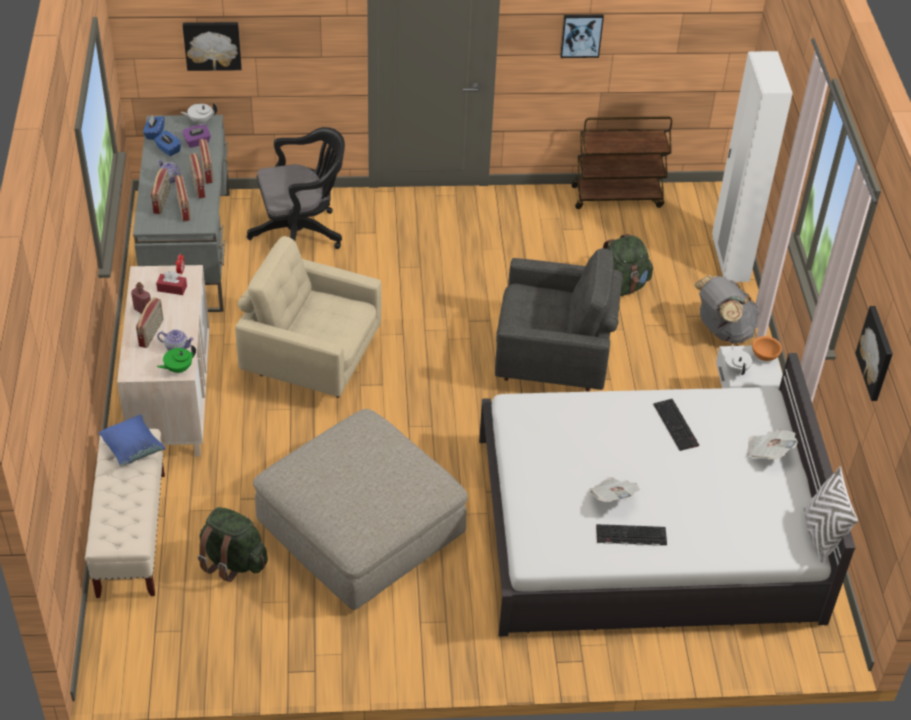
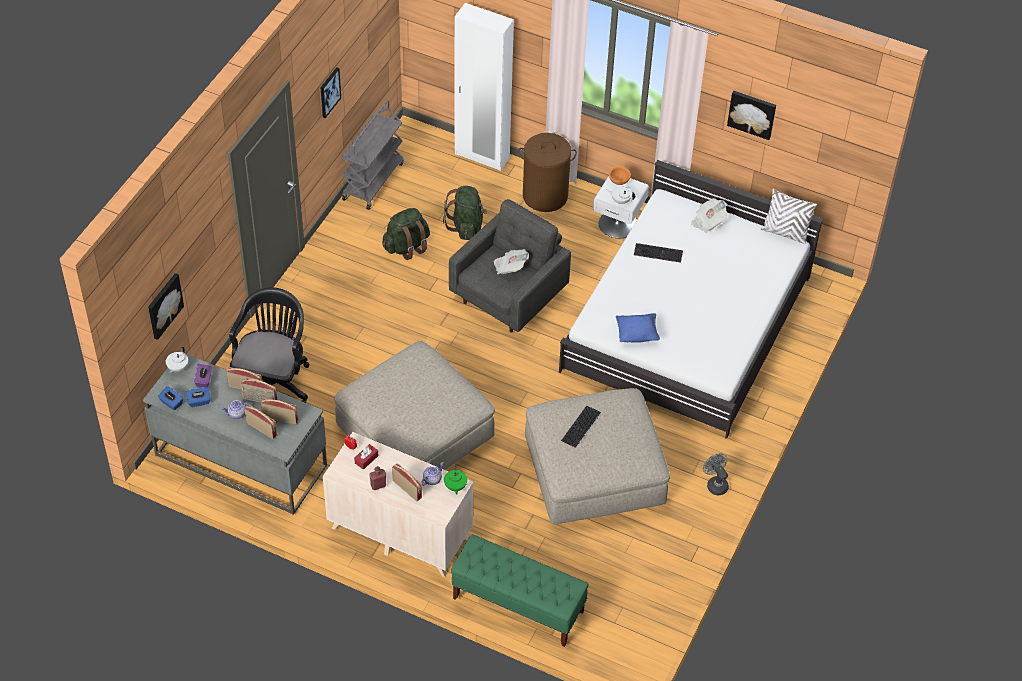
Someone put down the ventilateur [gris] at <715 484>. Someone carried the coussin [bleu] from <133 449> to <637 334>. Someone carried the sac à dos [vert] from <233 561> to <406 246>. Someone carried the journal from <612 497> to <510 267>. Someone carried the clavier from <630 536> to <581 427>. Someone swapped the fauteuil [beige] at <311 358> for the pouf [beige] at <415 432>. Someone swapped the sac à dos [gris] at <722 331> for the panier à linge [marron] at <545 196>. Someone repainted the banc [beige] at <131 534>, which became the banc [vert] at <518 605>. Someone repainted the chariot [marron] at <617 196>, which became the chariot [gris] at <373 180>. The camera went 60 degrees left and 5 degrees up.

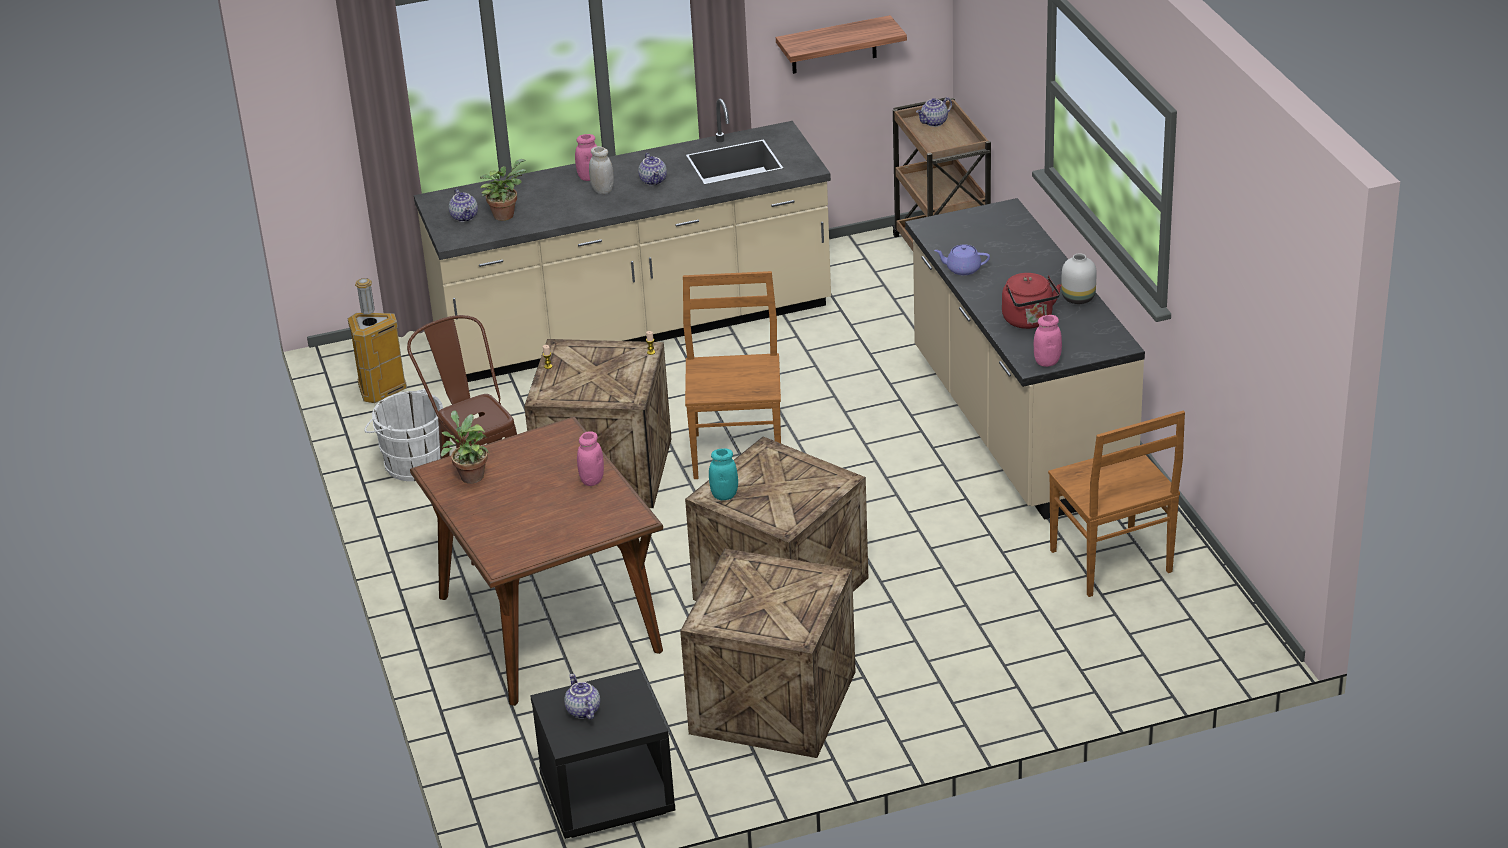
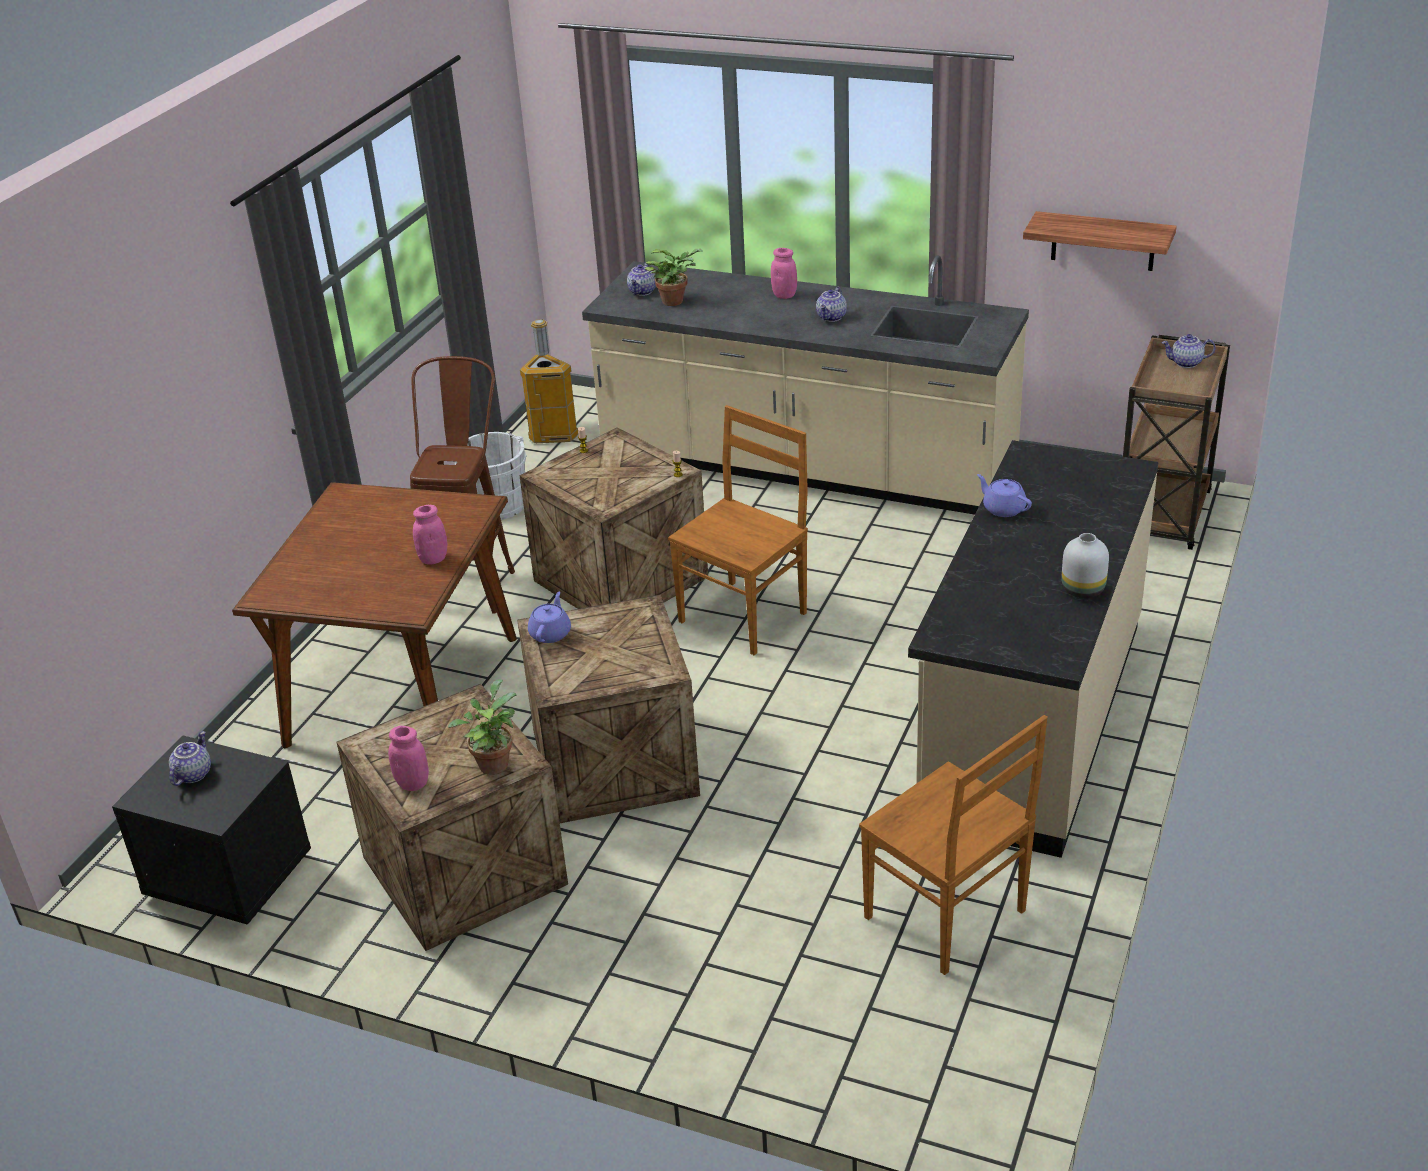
Someone took away the bocal [blanc] at <602 190>. Someone took away the bouilloire [rouge] at <1029 321>. Someone carried the plante en pot from <469 475> to <493 762>. Someone carried the bocal [rose] from <1047 362> to <413 783>. Someone swapped the bocal [turquoise] at <724 495> for the théière [violet] at <551 633>. Someone rotated the chaise [marron] at <1112 563> by 60 degrees counterclockwise. The camera went 40 degrees right and 0 degrees up.

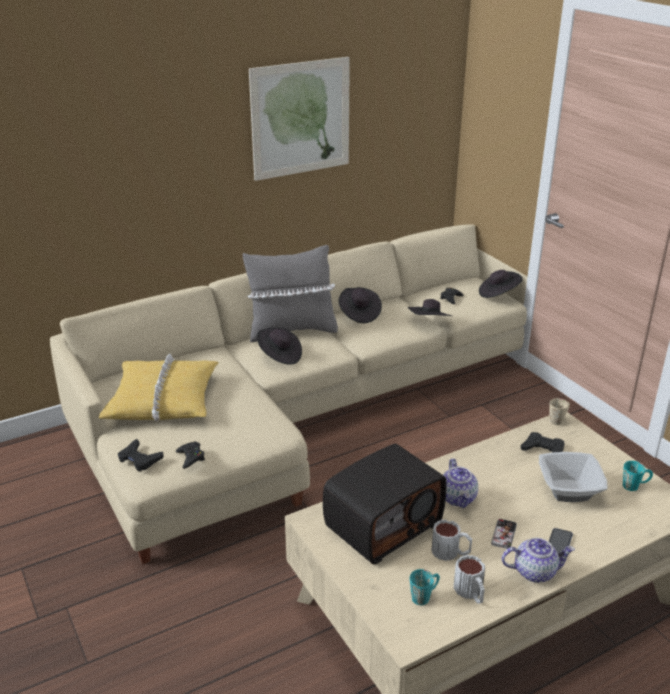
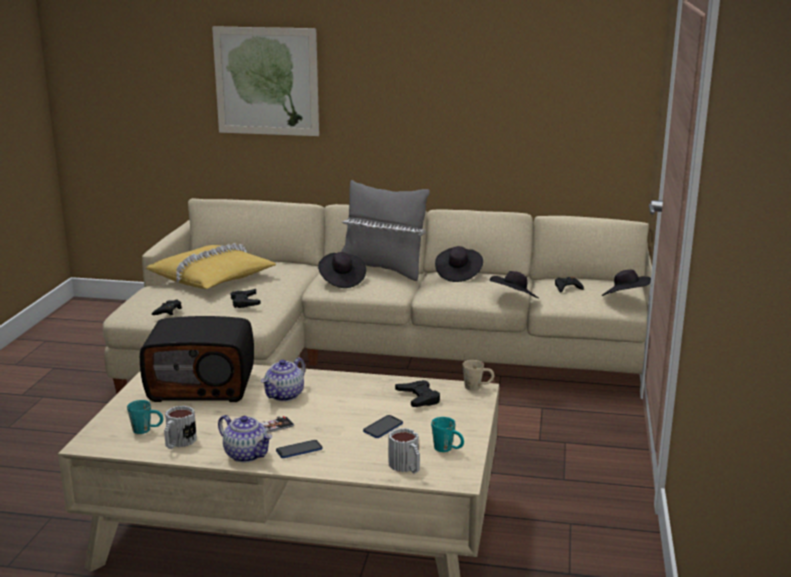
Someone carried the manette [noir] from <139 459> to <245 302>. Someone carried the tableau from <301 118> to <266 81>. Someone carried the mug from <451 552> to <407 467>. Someone swapped the bol at <569 490> for the téléphone at <383 428>. The camera went 40 degrees right and 10 degrees down.

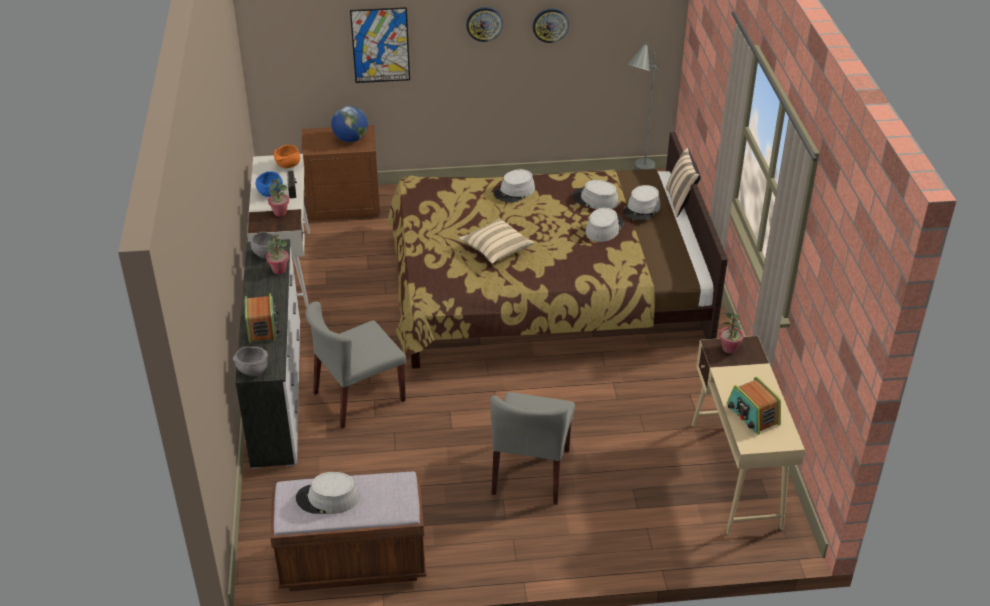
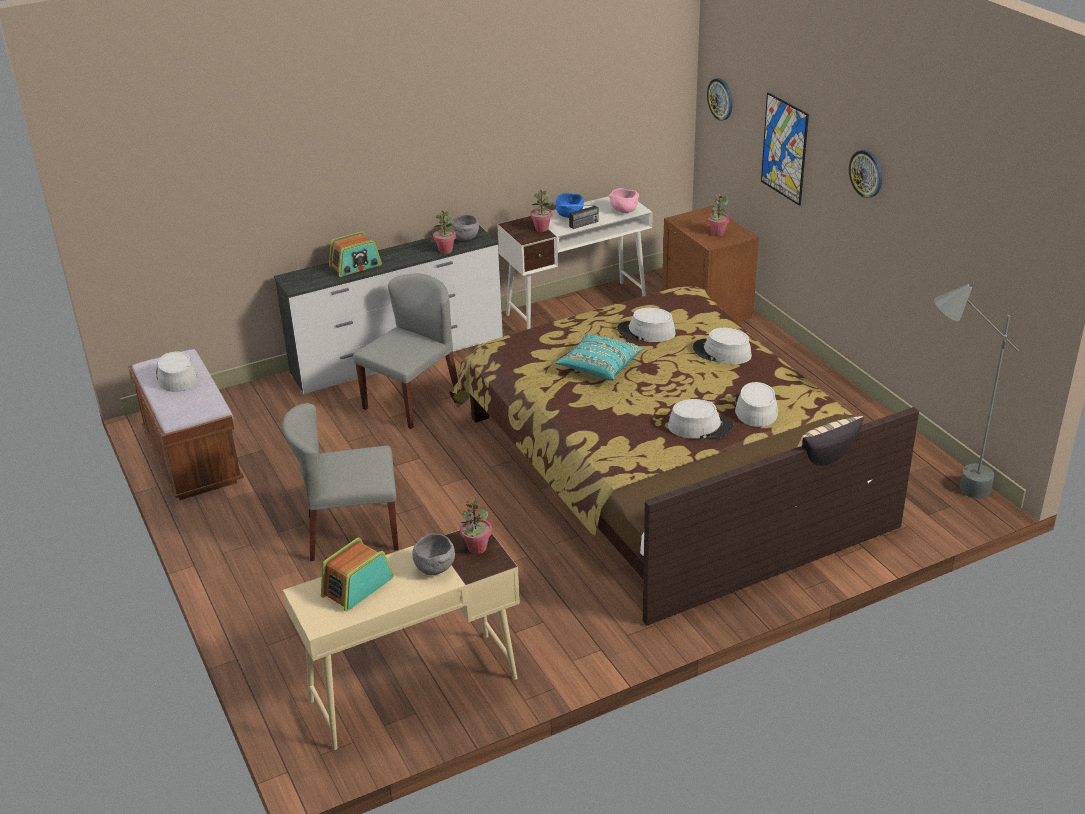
Someone carried the bol [gris] from <252 371> to <434 568>. Someone carried the horloge murale from <550 25> to <720 99>. Someone carried the chapeau [gris] from <641 209> to <646 332>. Someone swapped the globe at <350 139> for the plante en pot at <717 233>. Someone repainted the bol [orange] at <288 166>, which became the bol [rose] at <623 211>. Someone repainted the coussin [beige] at <496 250>, which became the coussin [turquoise] at <599 367>. Someone rotated the chaise [gris] at <358 397> by 90 degrees clockwise. The camera went 70 degrees right and 5 degrees down.

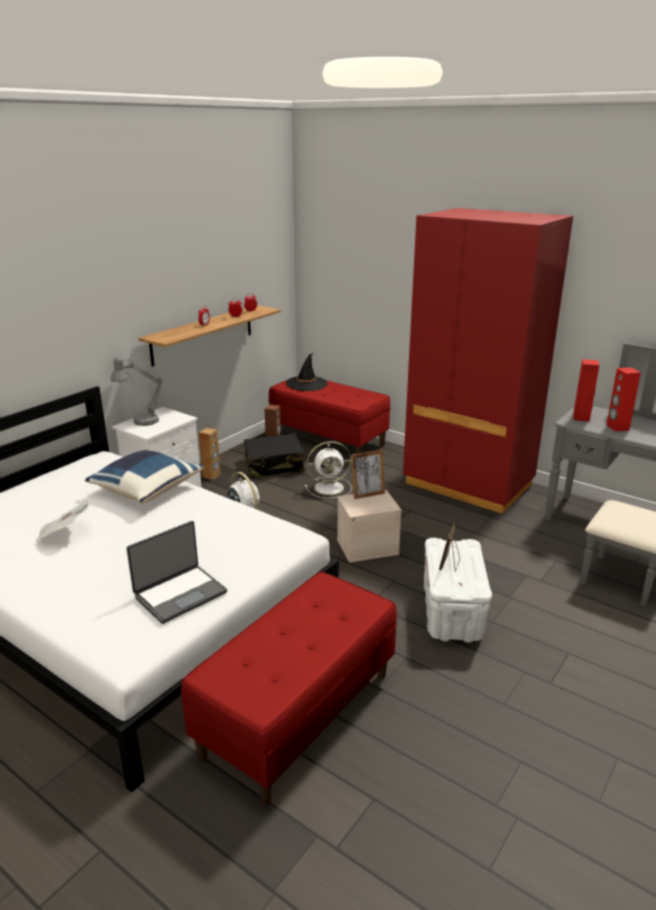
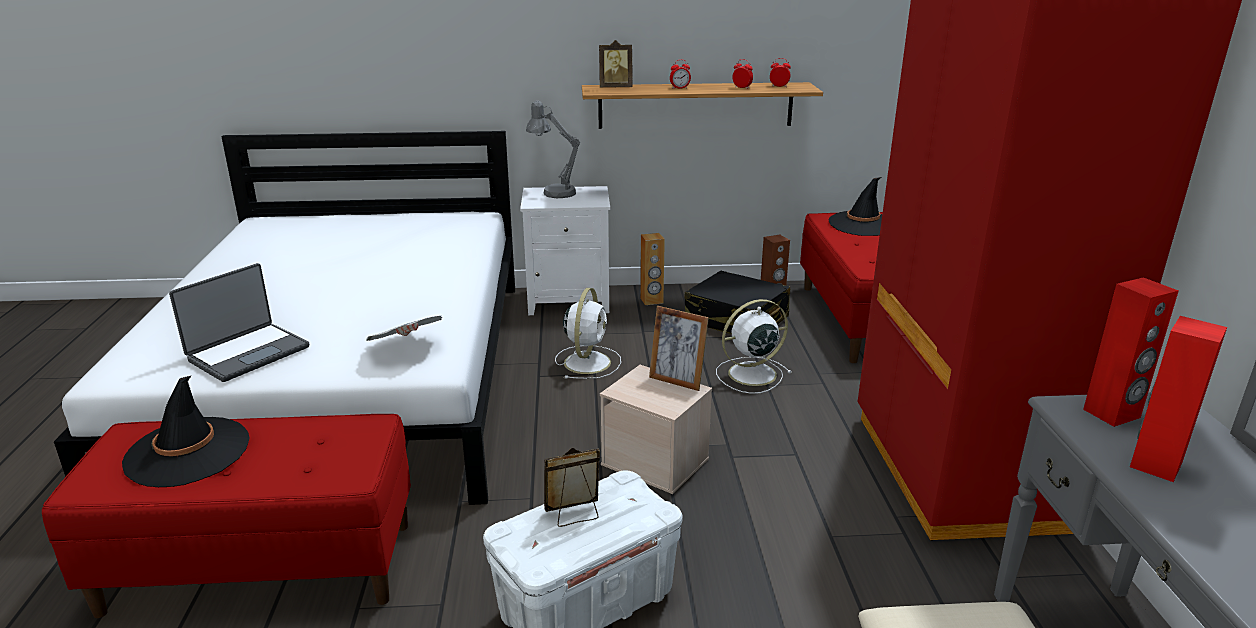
Someone took away the coussin [bleu] at <146 490>. Someone put down the chapeau [noir] at <187 452>. Someone put down the cadre photo at <615 88>. Someone carried the journal from <64 533> to <406 348>. Someone rotated the ordinateur portable at <180 594> by 60 degrees counterclockwise. Someone rotated the ventilateur [blanc] at <330 488> by 120 degrees clockwise. The camera went 50 degrees right and 0 degrees up.

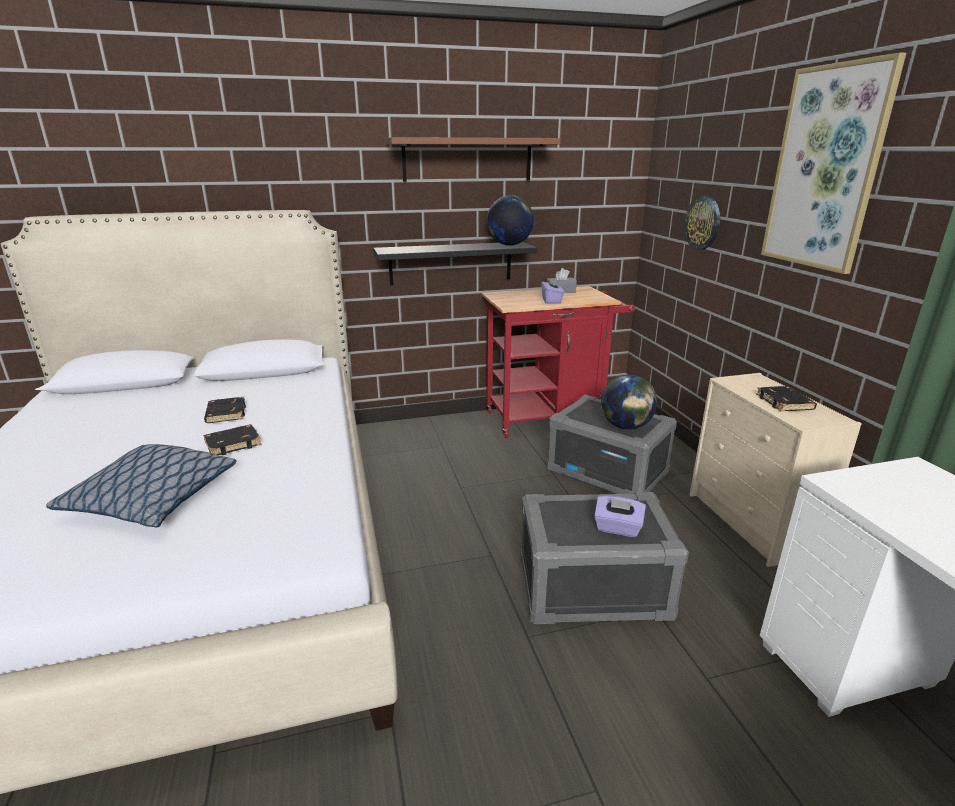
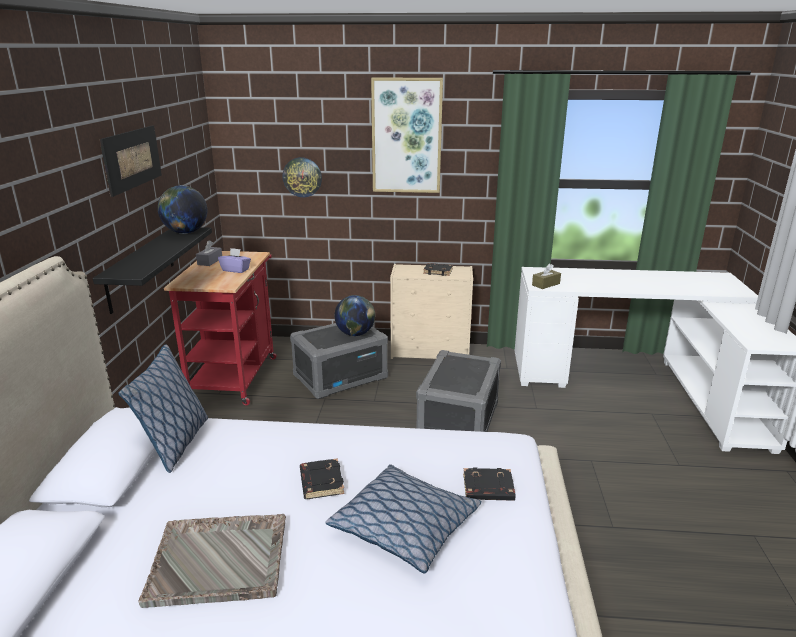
Someone took away the boîte à mouchoirs [violet] at <617 528>. Someone put down the coussin at <175 444>. Someone put down the plateau [gris] at <220 560>. Someone put down the boîte à mouchoirs [marron] at <546 284>. Someone carried the livre [noir] from <225 413> to <487 489>. Someone swapped the étagère [marron] at <467 159> for the tableau at <132 159>. The camera went 70 degrees left and 0 degrees up.

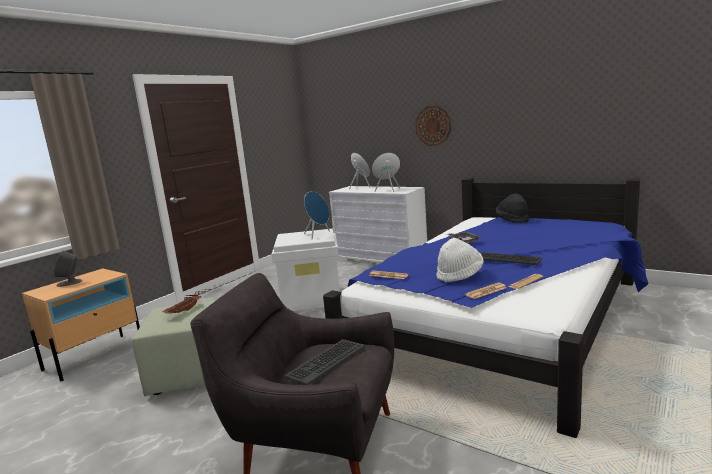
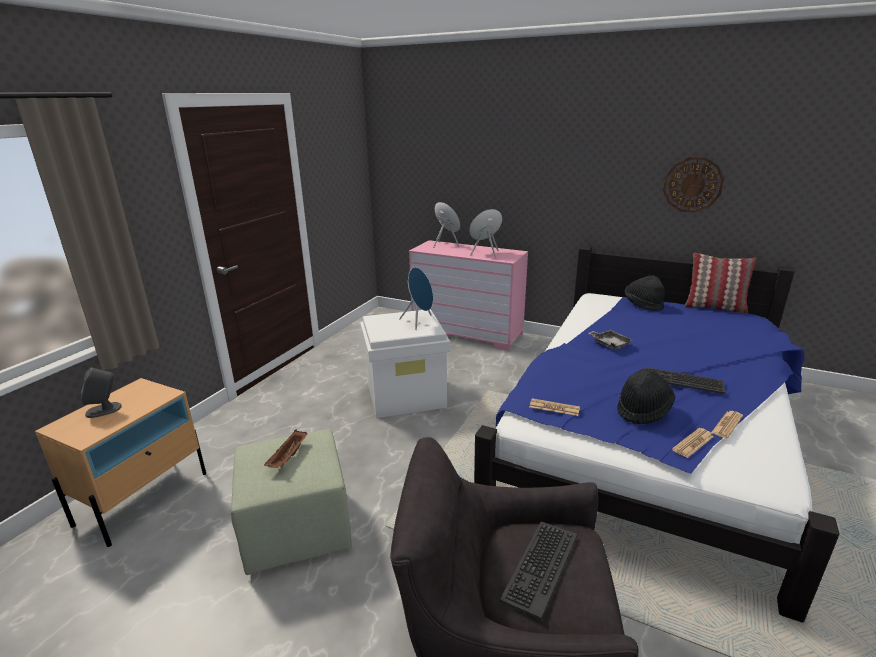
Someone put down the coussin at <714 307>. Someone carried the horloge murale from <433 125> to <692 185>. Someone repainted the commode [blanc] at <381 260>, which became the commode [rose] at <467 332>. Someone repainted the chapeau [blanc] at <459 275>, which became the chapeau [noir] at <643 410>. The camera went 10 degrees left and 10 degrees up.

